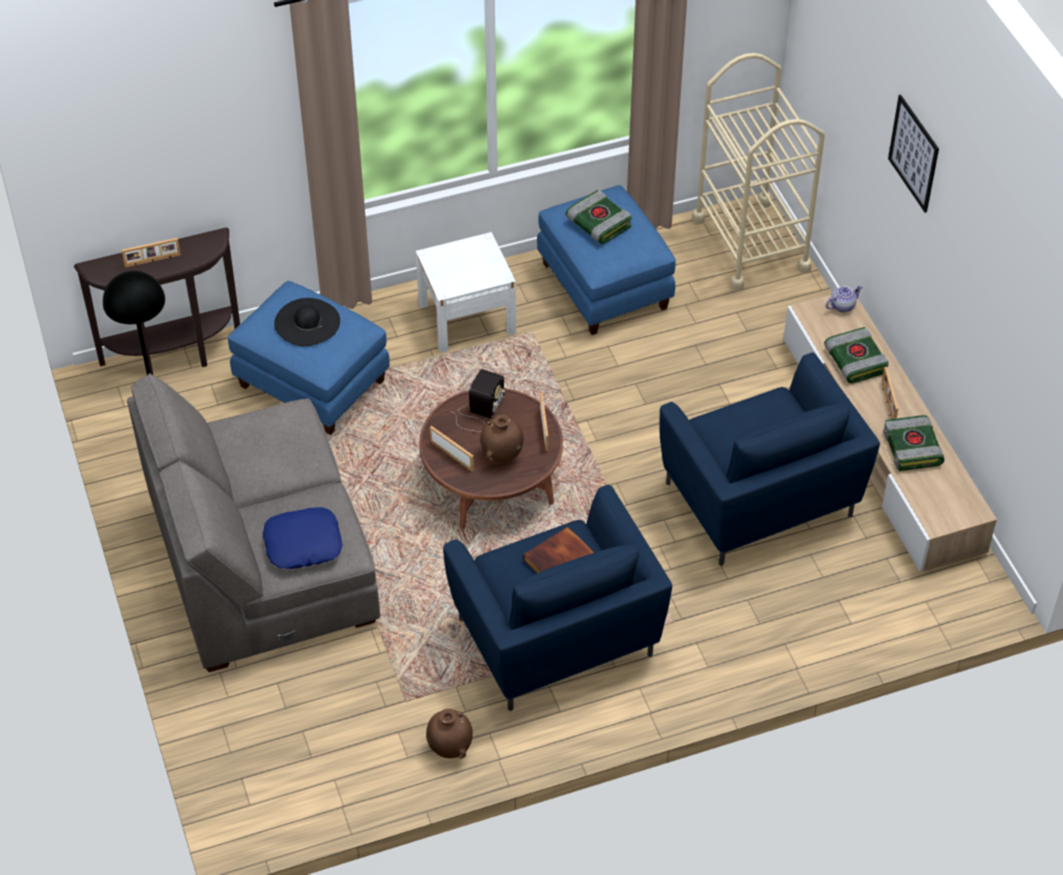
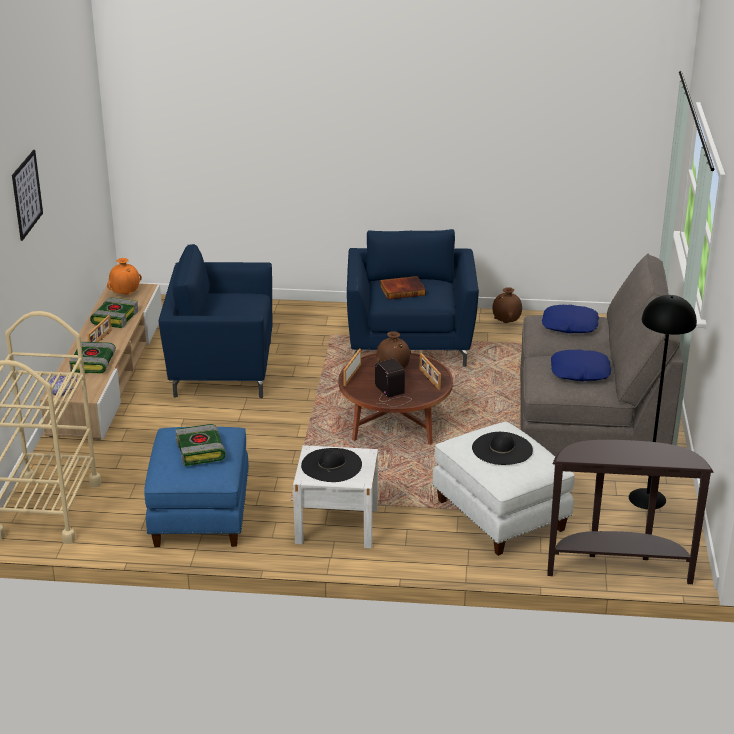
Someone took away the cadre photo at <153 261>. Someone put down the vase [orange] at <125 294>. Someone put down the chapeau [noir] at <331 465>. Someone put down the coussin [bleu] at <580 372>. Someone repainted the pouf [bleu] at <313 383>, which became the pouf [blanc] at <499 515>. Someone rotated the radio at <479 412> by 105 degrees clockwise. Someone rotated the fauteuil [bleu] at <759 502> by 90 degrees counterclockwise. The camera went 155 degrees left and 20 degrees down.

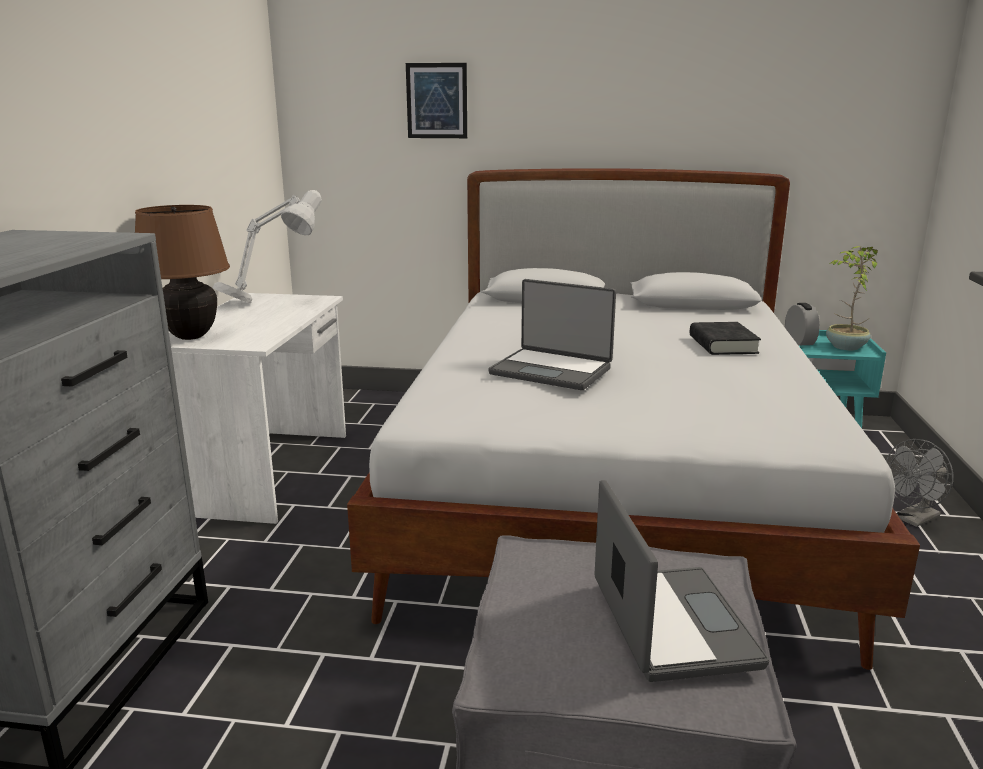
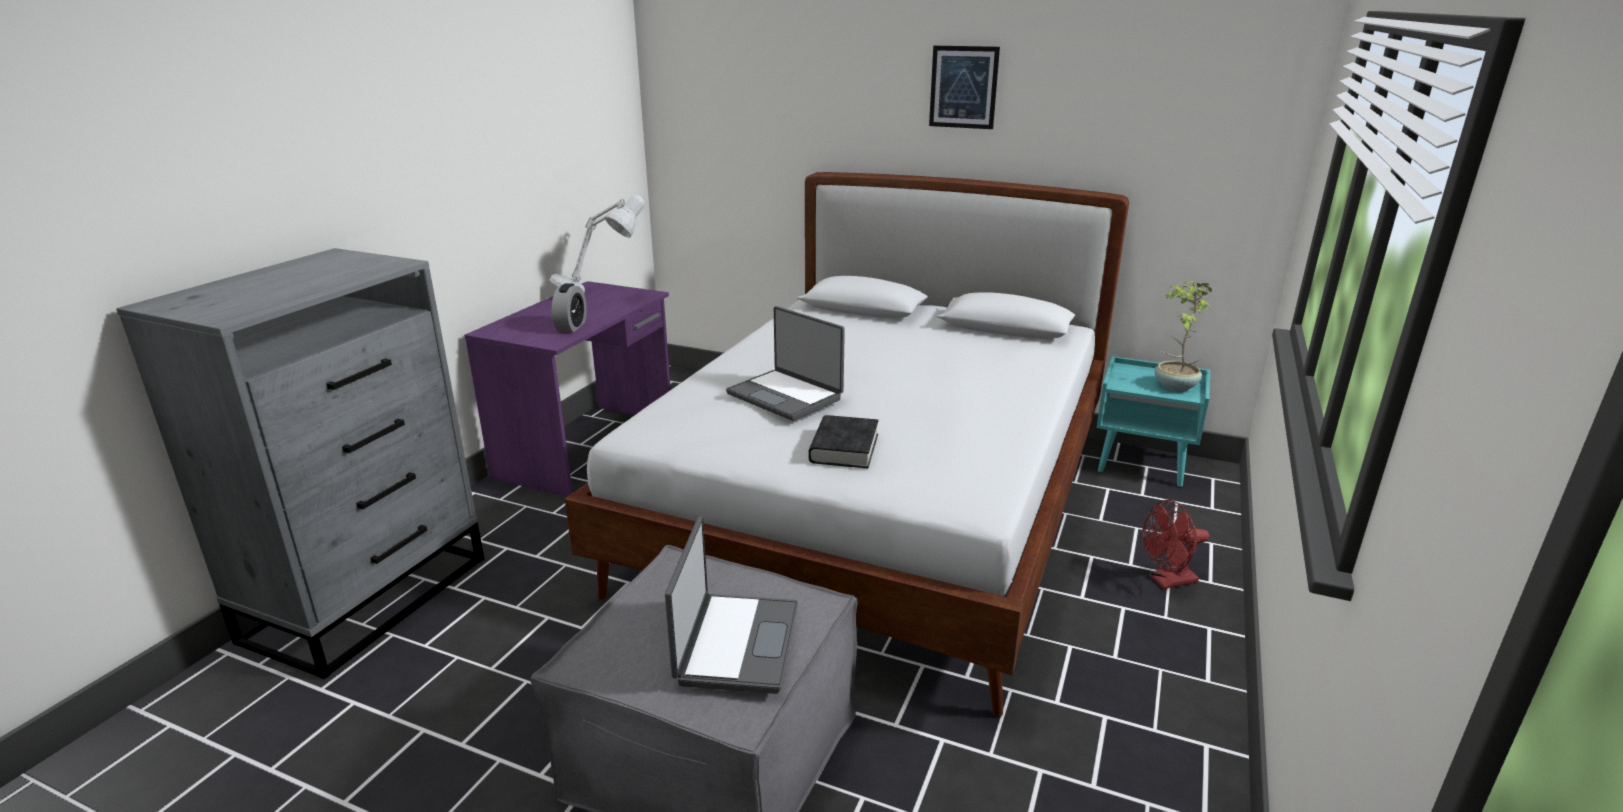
Someone took away the lampe de table [marron] at <190 337>. Someone carried the tableau from <437 101> to <963 87>. Someone carried the livre [noir] from <722 345> to <844 448>. Someone carried the réveil from <799 341> to <571 327>. Someone repainted the bureau [blanc] at <269 471>, which became the bureau [violet] at <589 447>. Someone repainted the ventilateur [gris] at <913 519>, which became the ventilateur [rouge] at <1167 581>. The camera went 15 degrees right and 5 degrees up.

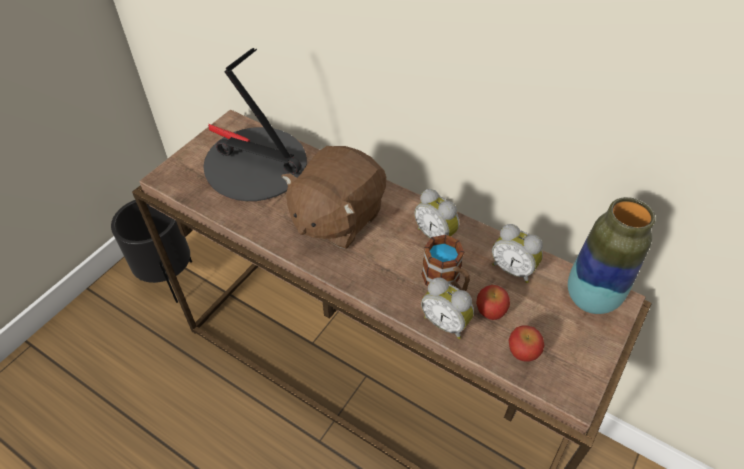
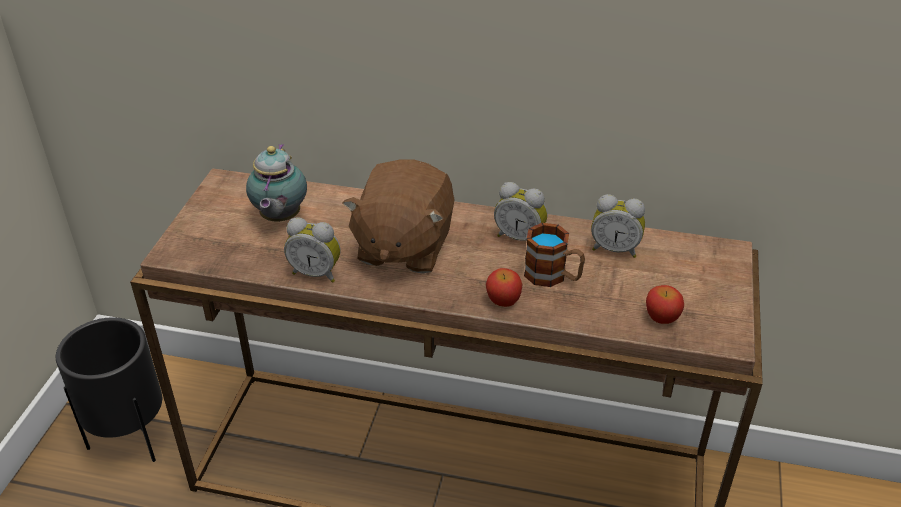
Someone took away the vase at <591 298>. Someone carried the réveil from <446 322> to <316 273>. Someone carried the pomme from <490 311> to <503 300>. Someone swapped the lampe de table at <256 167> for the théière at <279 218>. The camera went 20 degrees left and 10 degrees down.

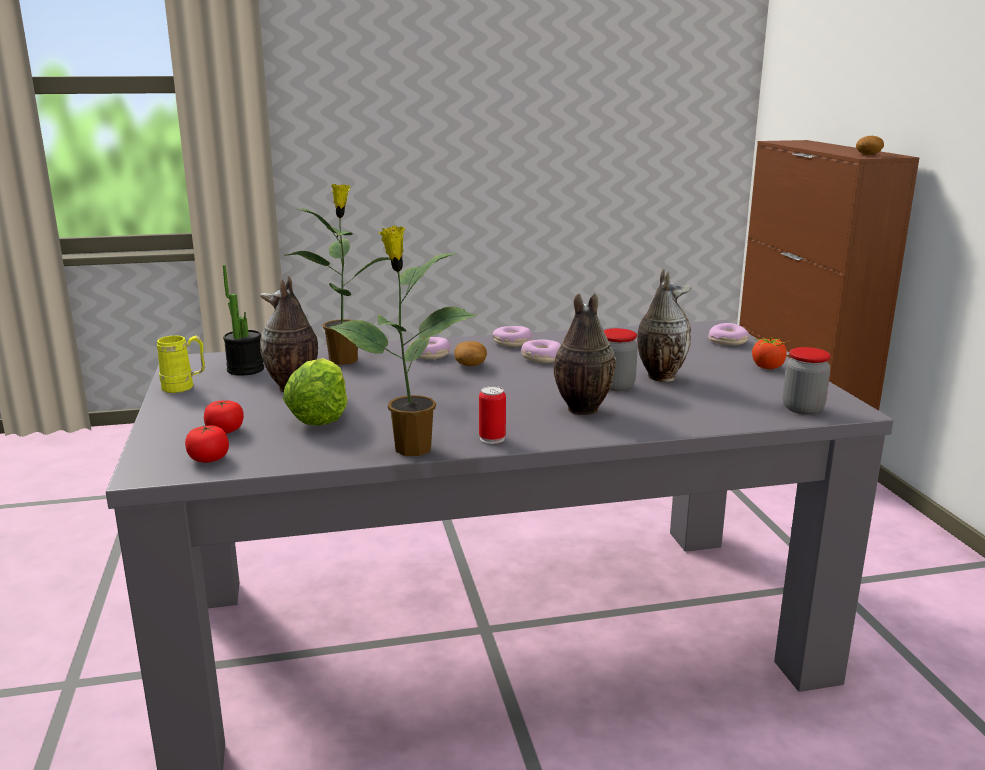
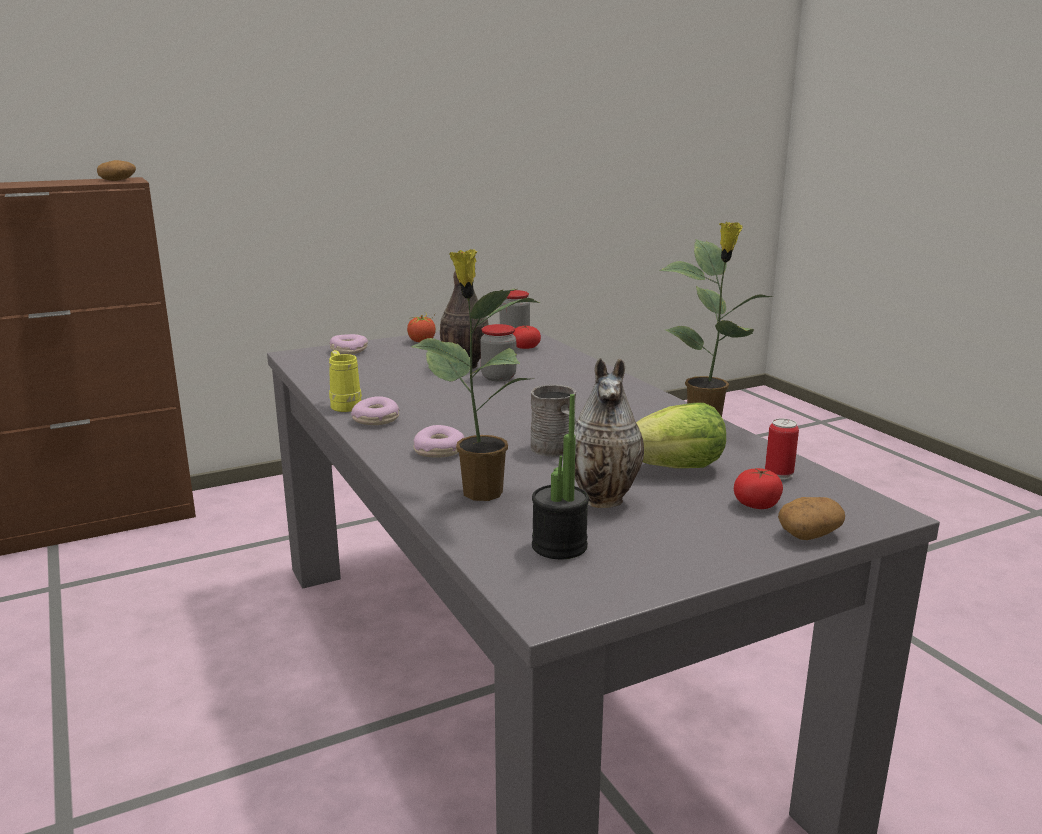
Someone took away the beignet at <541 358>. Someone took away the vase at <581 410>. Someone put down the mug [gris] at <556 450>. Someone carried the mug [jaune] from <184 387> to <344 405>. Someone carried the tomate from <208 458> to <525 347>. Someone carried the pomme de terre from <470 365> to <809 533>. Someone carried the boîte métallique from <492 438> to <778 474>. The camera went 105 degrees left and 0 degrees up.

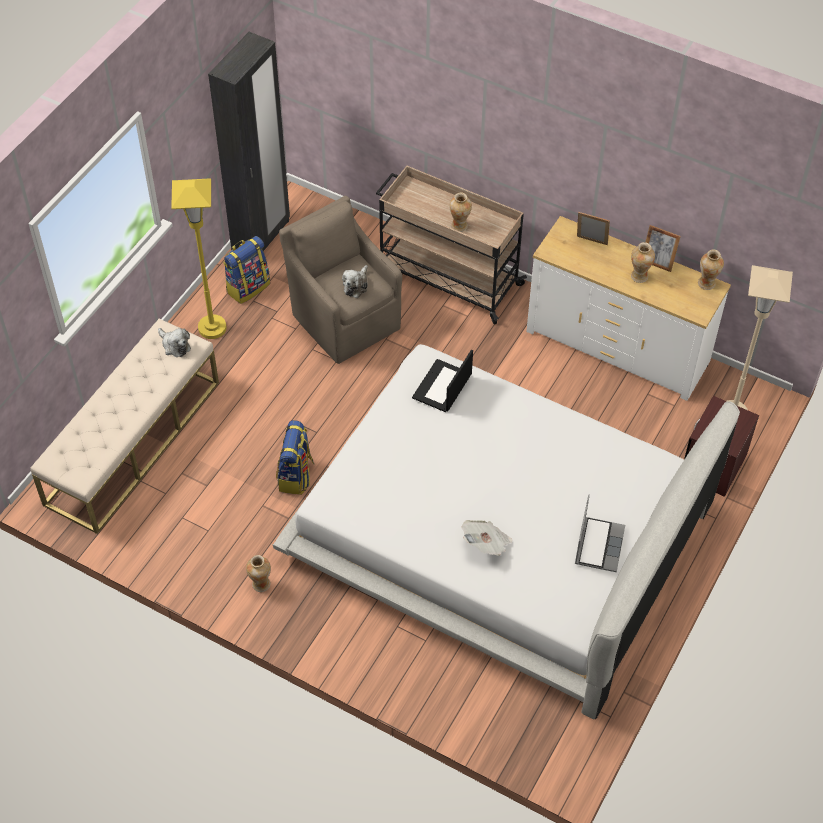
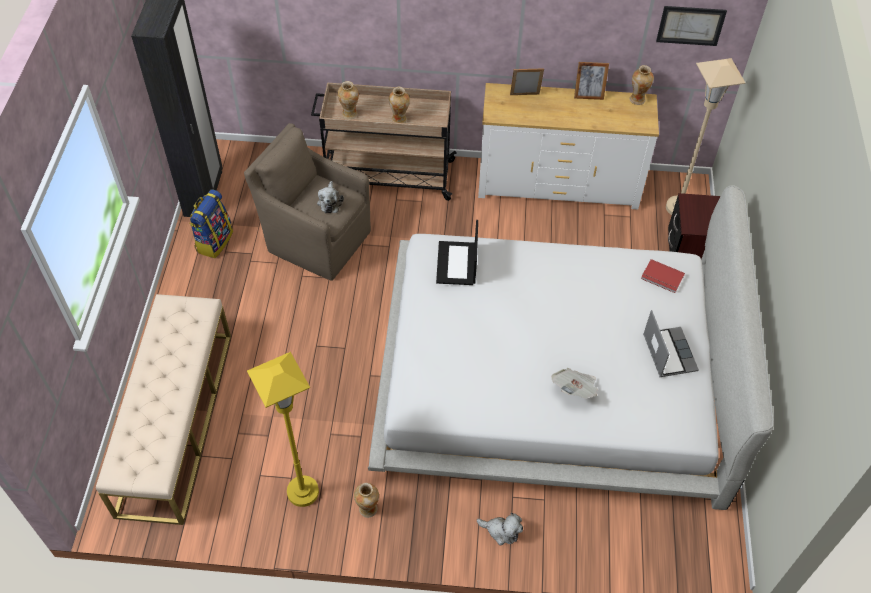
Someone took away the sac à dos at <296 476>. Someone put down the livre [rouge] at <662 278>. Someone put up the tableau at <690 25>. Someone carried the peluche from <175 345> to <501 531>. Someone carried the lampadaire [jaune] from <212 328> to <303 492>. Someone carried the vase from <639 276> to <349 114>. The camera went 25 degrees left and 0 degrees up.

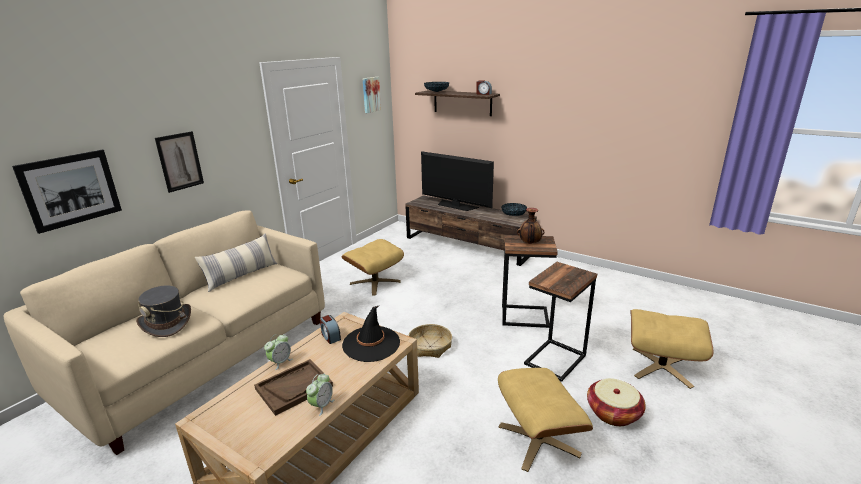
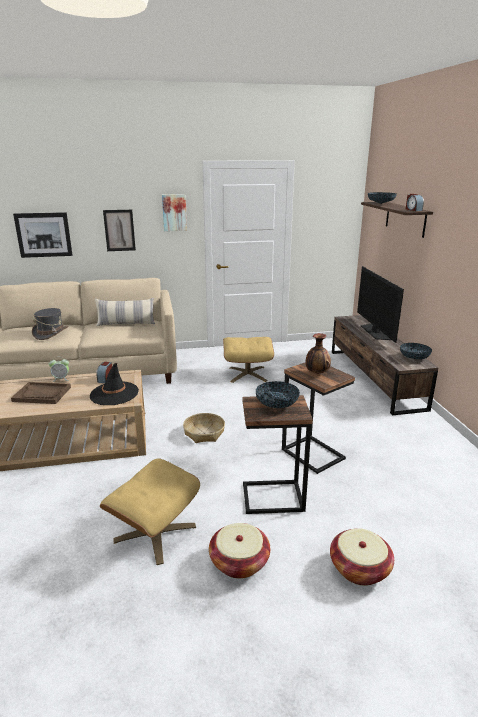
Someone took away the réveil at <321 405>. Someone put down the bol at <277 404>. Someone carried the tableau from <370 94> to <174 212>. Someone swapped the pouf [beige] at <661 367> for the panier at <359 568>. The camera went 45 degrees right and 0 degrees up.

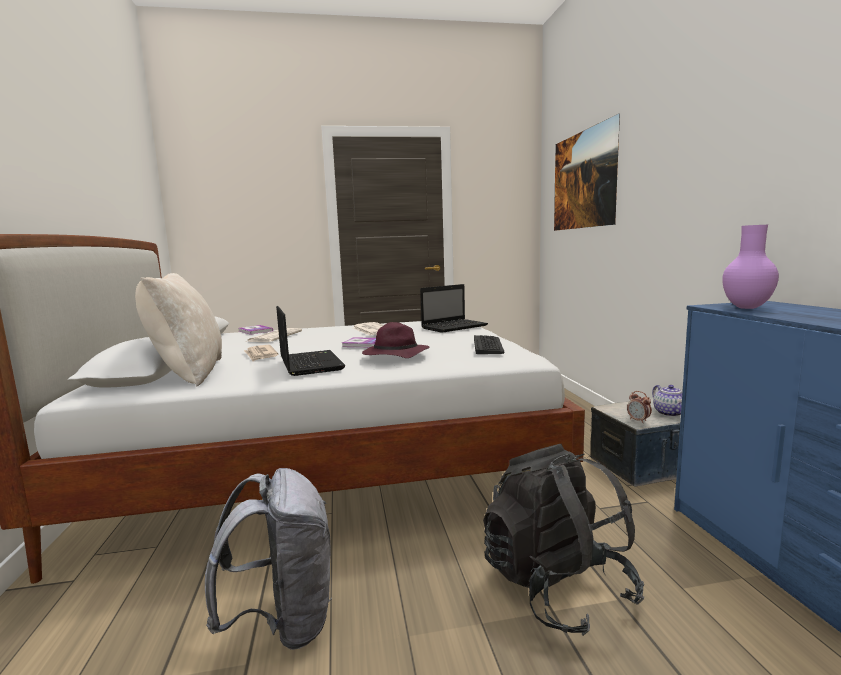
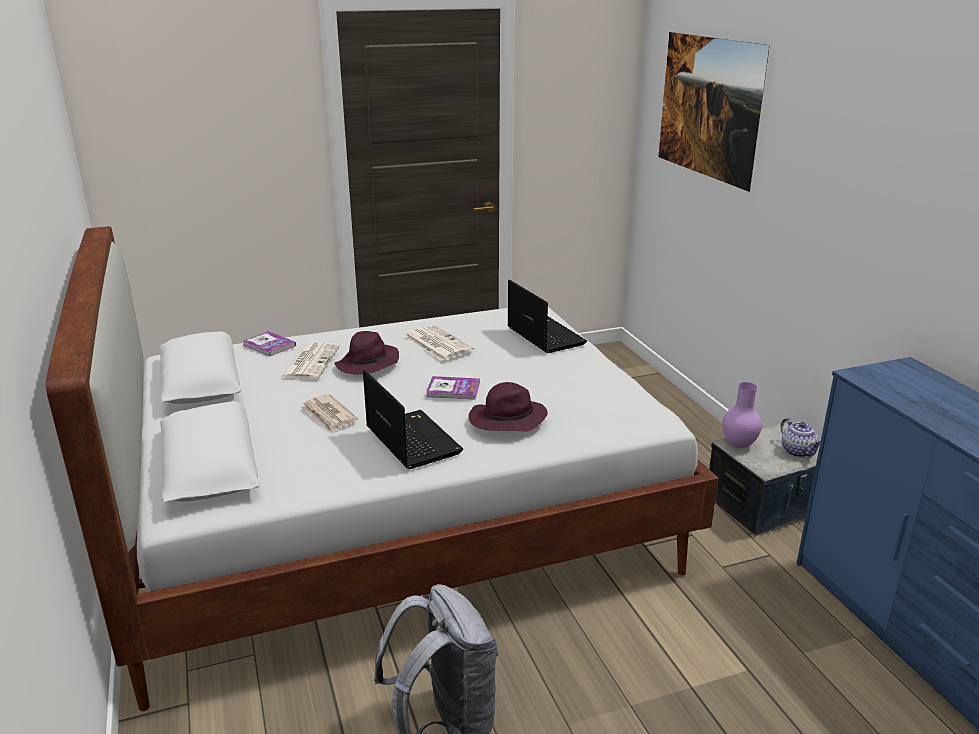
Someone took away the coussin [beige] at <189 374>. Someone took away the clavier at <488 346>. Someone took away the sac à dos [noir] at <556 587>. Someone took away the réveil at <638 420>. Someone put down the chapeau [violet] at <368 364>. Someone carried the vase [violet] from <746 308> to <738 445>. Someone rotated the ordinateur portable at <455 327> by 75 degrees counterclockwise. The camera went 10 degrees left and 15 degrees up.

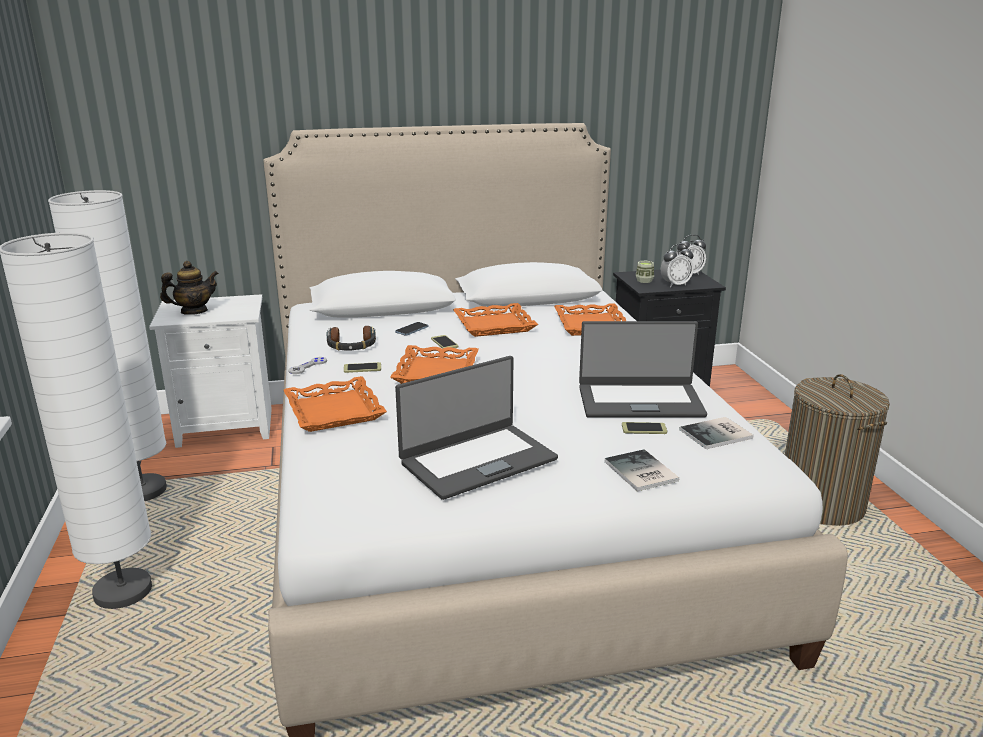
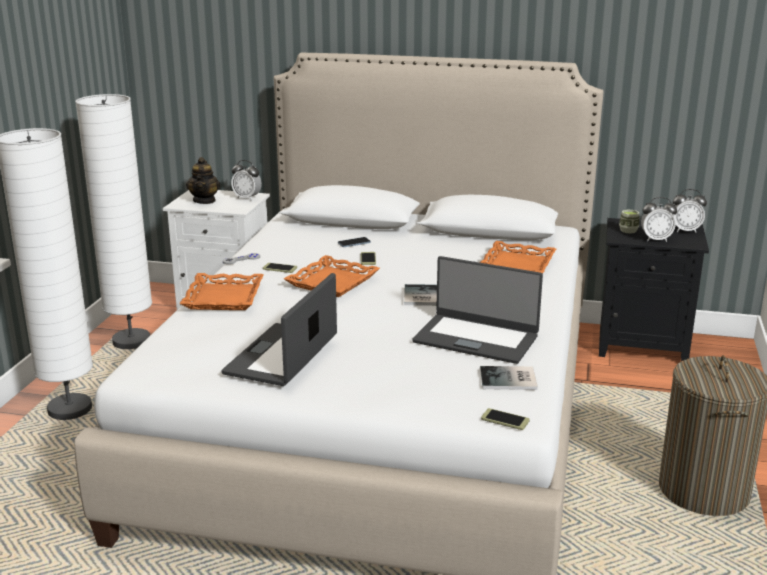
Someone took away the casque audio at <351 346>. Someone took away the plateau [orange] at <494 325>. Someone put down the réveil at <247 198>. Someone carried the livre from <640 472> to <420 296>. Someone carried the téléphone from <644 429> to <505 420>. Someone rotated the théière at <194 311> by 90 degrees clockwise. Someone rotated the ordinateur portable at <477 460> by 120 degrees clockwise. The camera went 25 degrees right and 0 degrees up.

